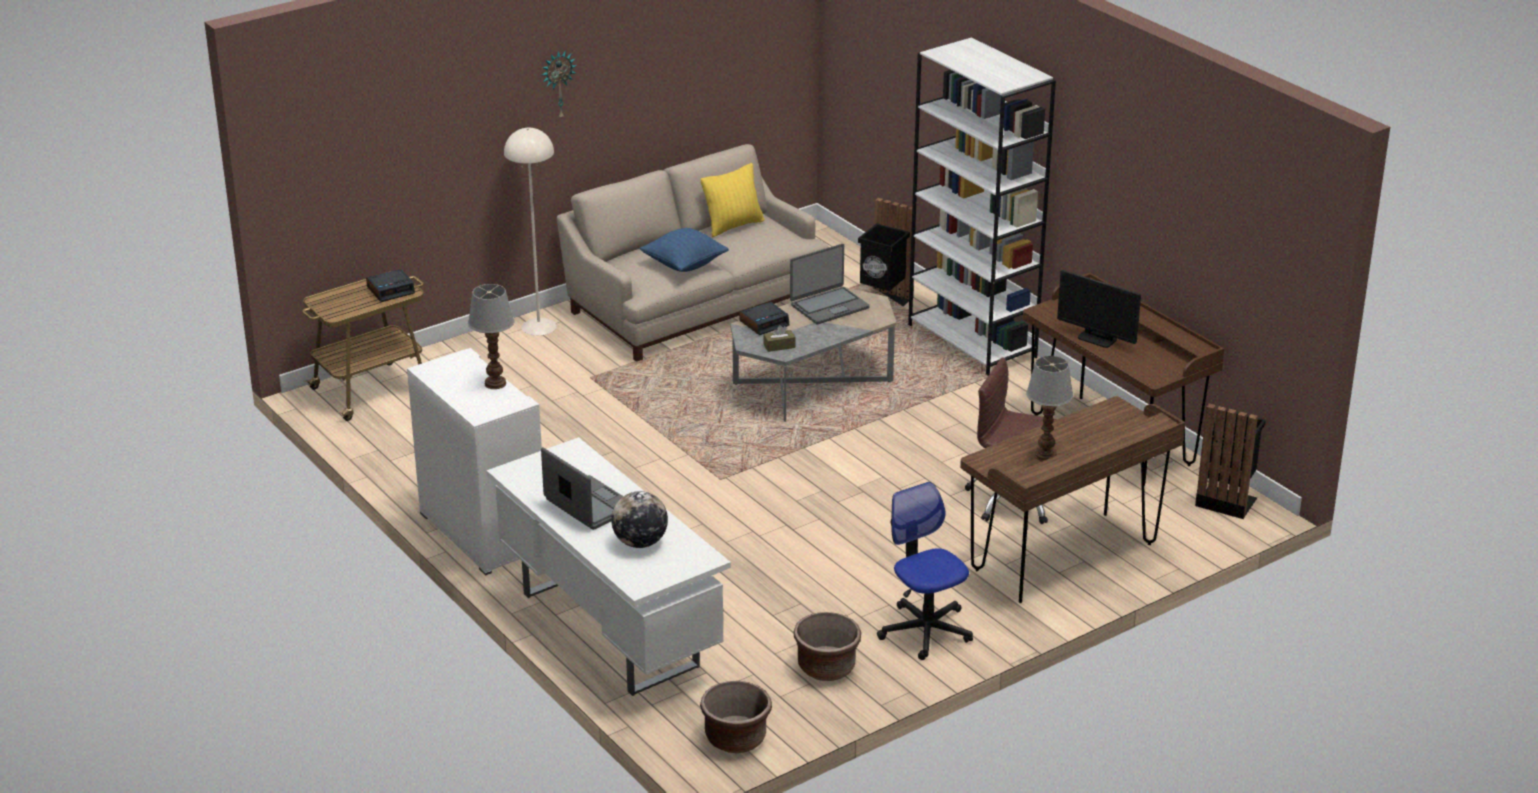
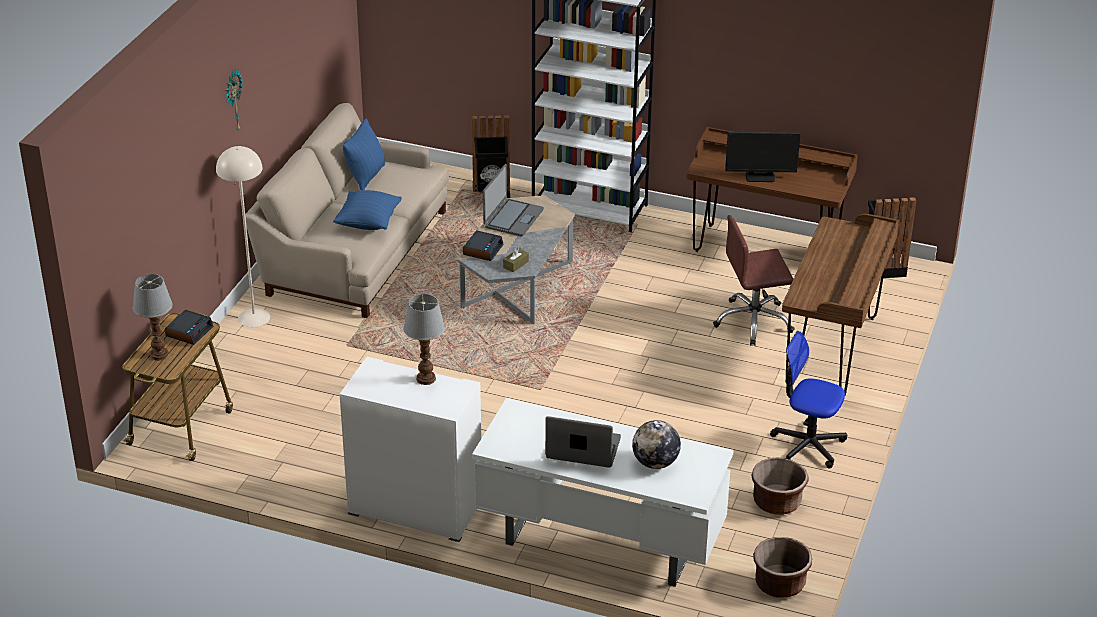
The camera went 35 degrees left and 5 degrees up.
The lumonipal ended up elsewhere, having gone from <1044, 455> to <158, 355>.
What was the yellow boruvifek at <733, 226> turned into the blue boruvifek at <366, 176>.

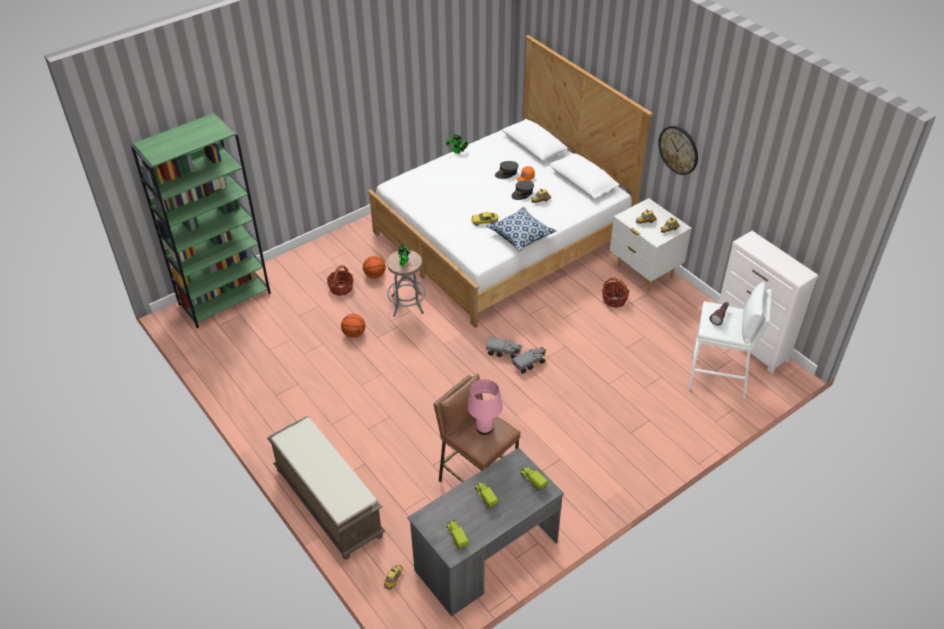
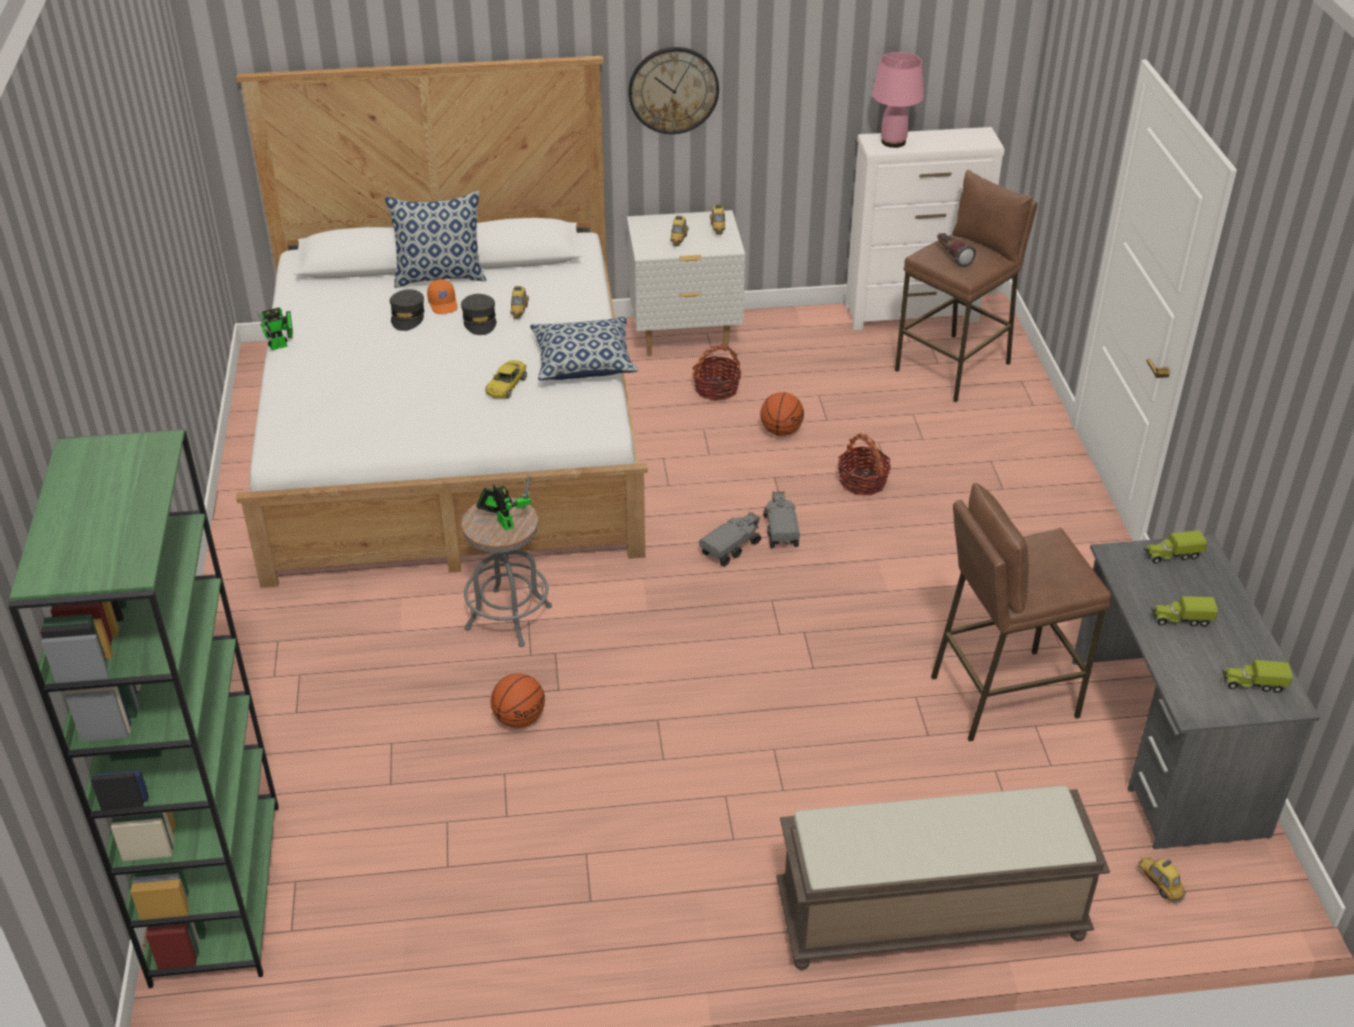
The camera went 60 degrees left and 5 degrees down.
The second view gained the boruvifek at <440, 276>.
The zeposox ended up elsewhere, having gone from <375, 275> to <781, 431>.
The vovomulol ended up elsewhere, having gone from <341, 288> to <862, 482>.
The pink lumonipal ended up elsewhere, having gone from <485, 428> to <894, 142>.
What was the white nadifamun at <718, 378> turned into the brown nadifamun at <954, 367>.

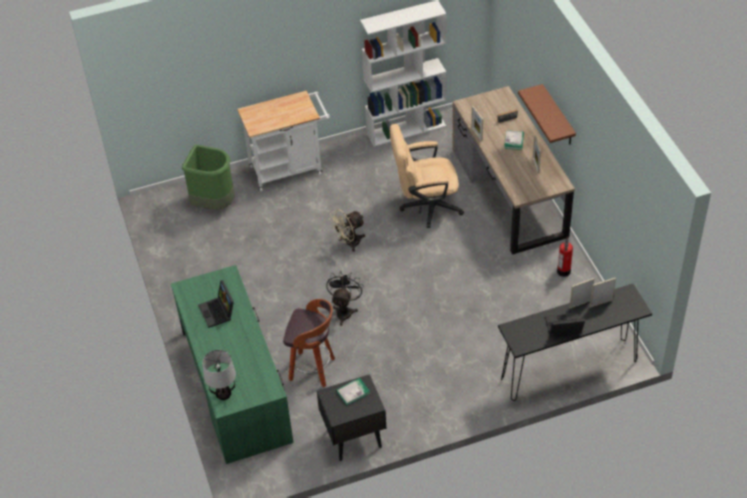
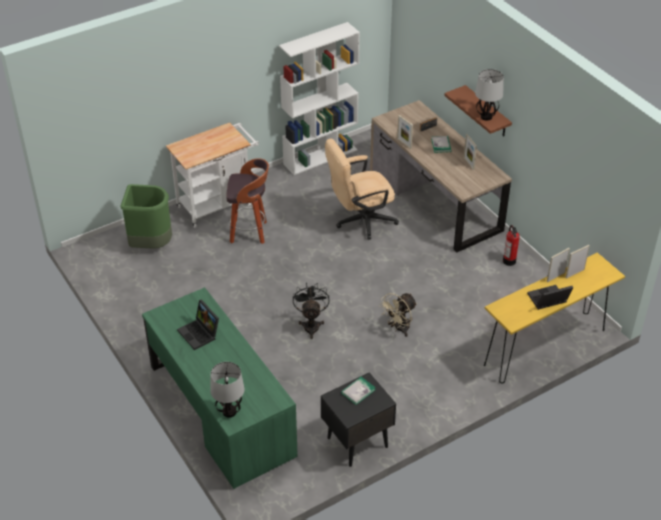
The camera went 15 degrees left and 5 degrees down.
The nadifamun ended up elsewhere, having gone from <313, 369> to <249, 232>.
The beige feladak ended up elsewhere, having gone from <349, 243> to <398, 328>.
The second view gained the lumonipal at <486, 117>.
What was the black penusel at <569, 370> turned into the yellow penusel at <545, 347>.

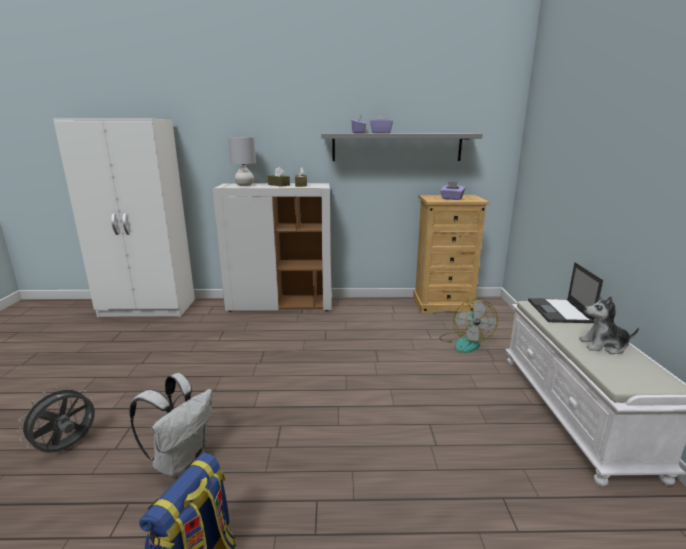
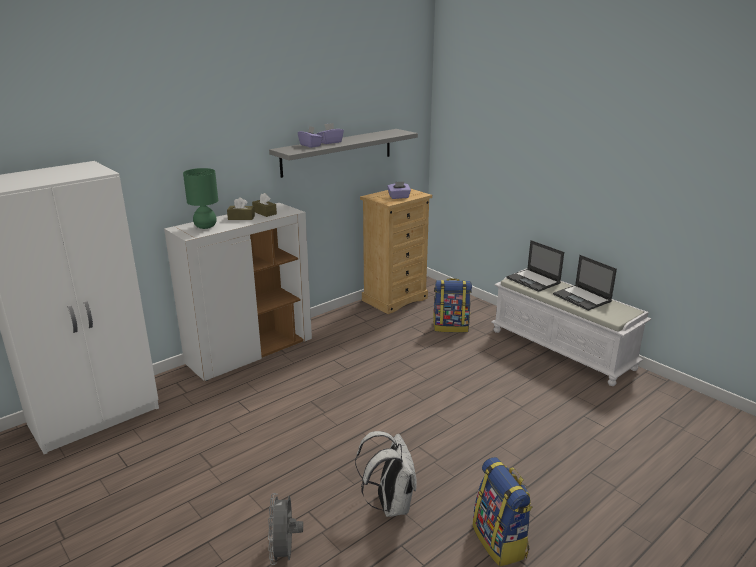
The camera went 40 degrees left and 5 degrees up.
What was the grey lumonipal at <245, 185> turned into the green lumonipal at <206, 227>.
Where the feladak stood at <465, 342>, the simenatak came to stand at <451, 327>.
Where the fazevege stood at <604, 346>, the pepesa came to stand at <582, 298>.

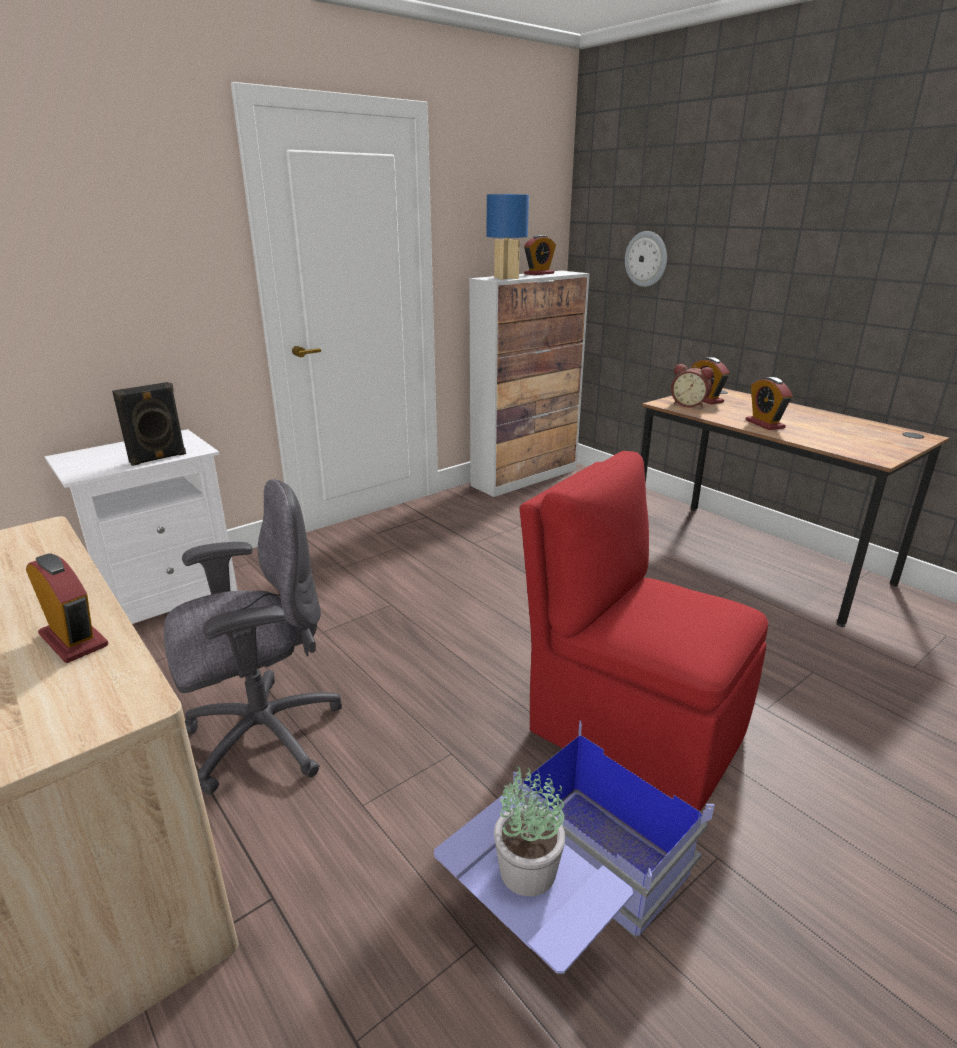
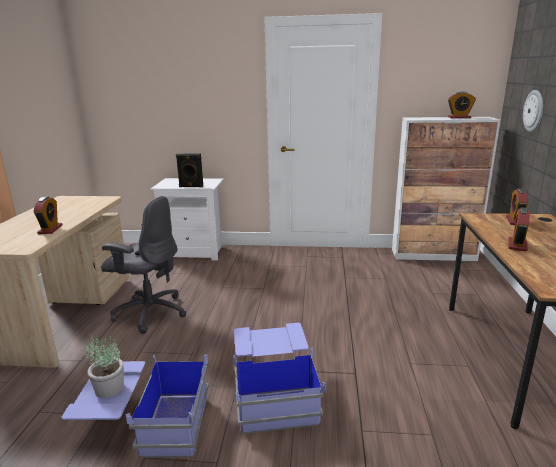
The camera went 45 degrees right and 5 degrees down.
Where the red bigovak stood at <632, 729>, the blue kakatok came to stand at <274, 392>.
The second view lost the blue lumonipal at <506, 278>.
The second view lost the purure at <689, 405>.

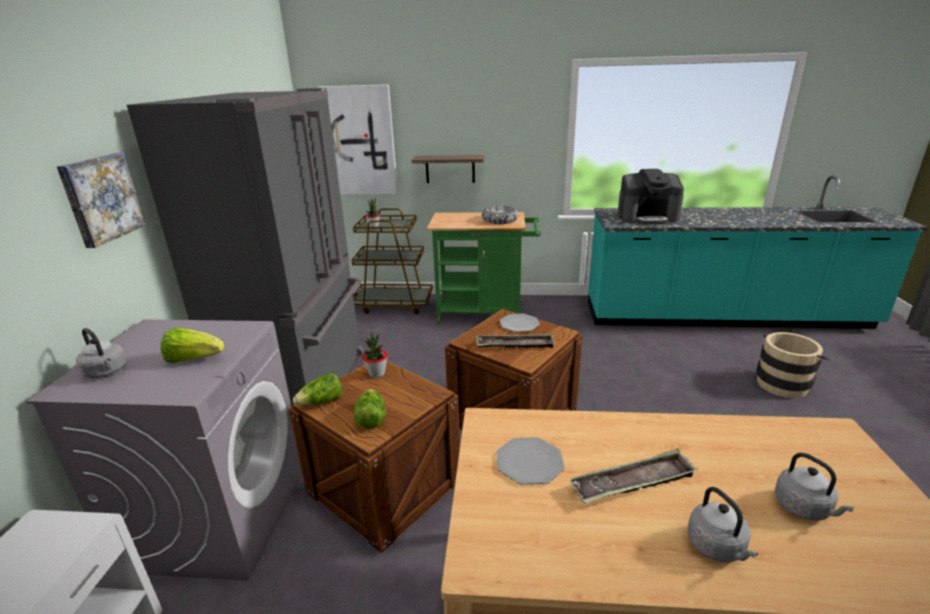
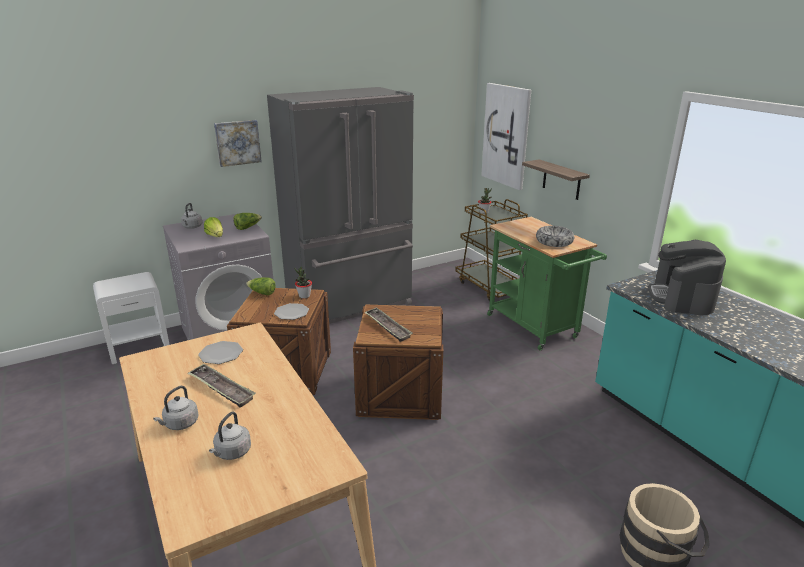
The camera went 55 degrees right and 0 degrees up.
The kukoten ended up elsewhere, having gone from <370, 419> to <247, 227>.
The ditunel ended up elsewhere, having gone from <519, 324> to <291, 312>.
The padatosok at <647, 217> ended up facing another way, 45 degrees clockwise from before.

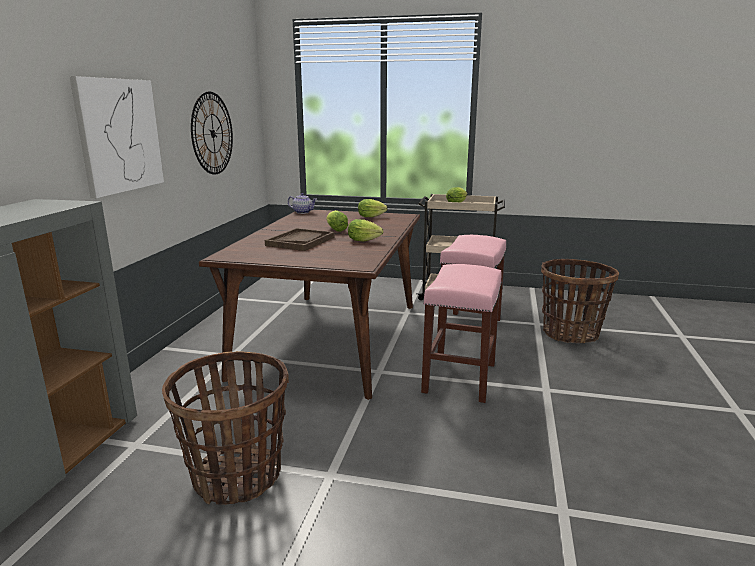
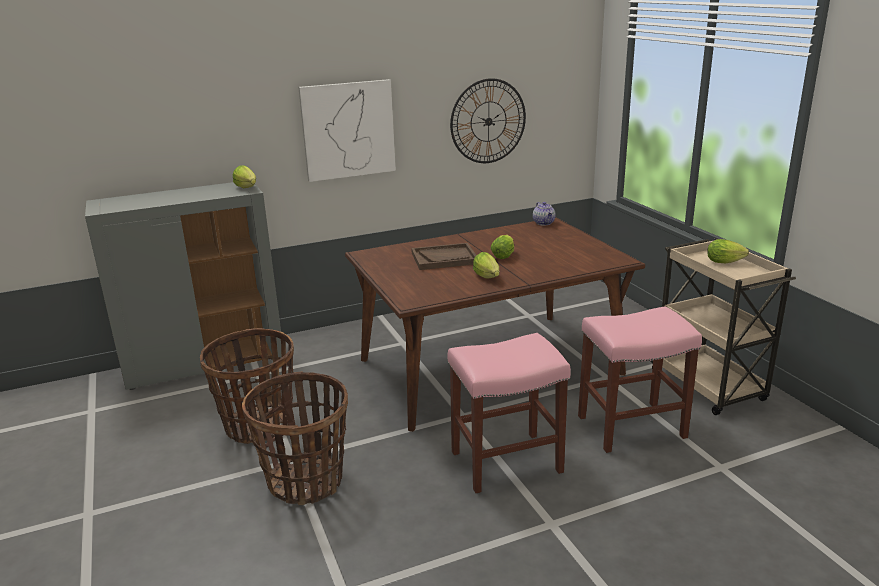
The camera went 55 degrees right and 5 degrees up.
The kukoten ended up elsewhere, having gone from <372, 217> to <247, 188>.
The vovomulol ended up elsewhere, having gone from <570, 334> to <306, 481>.

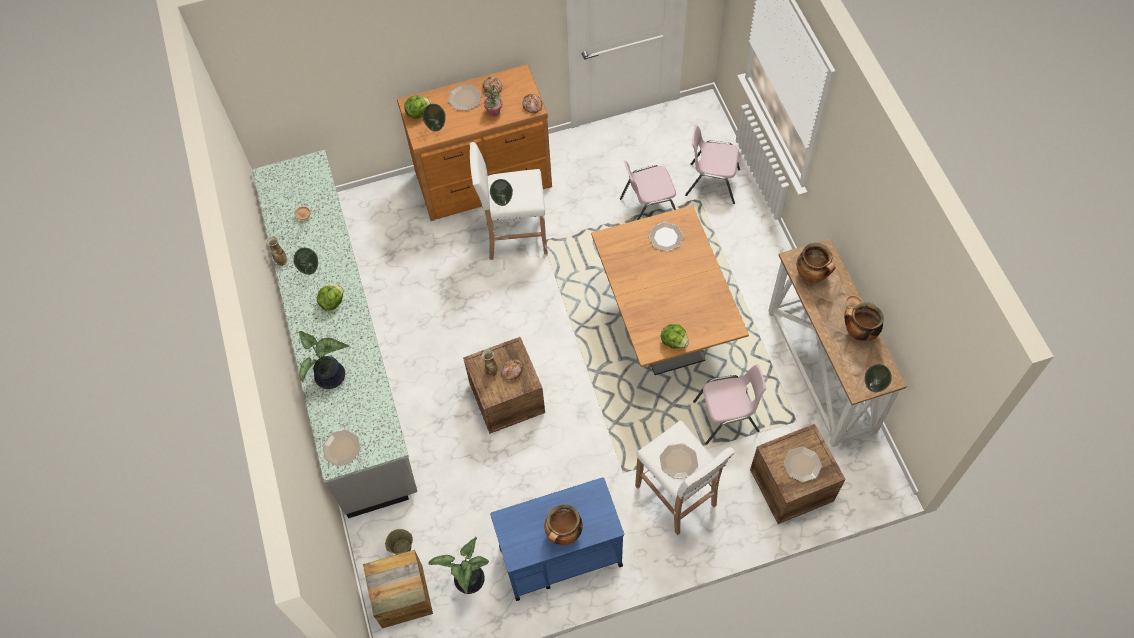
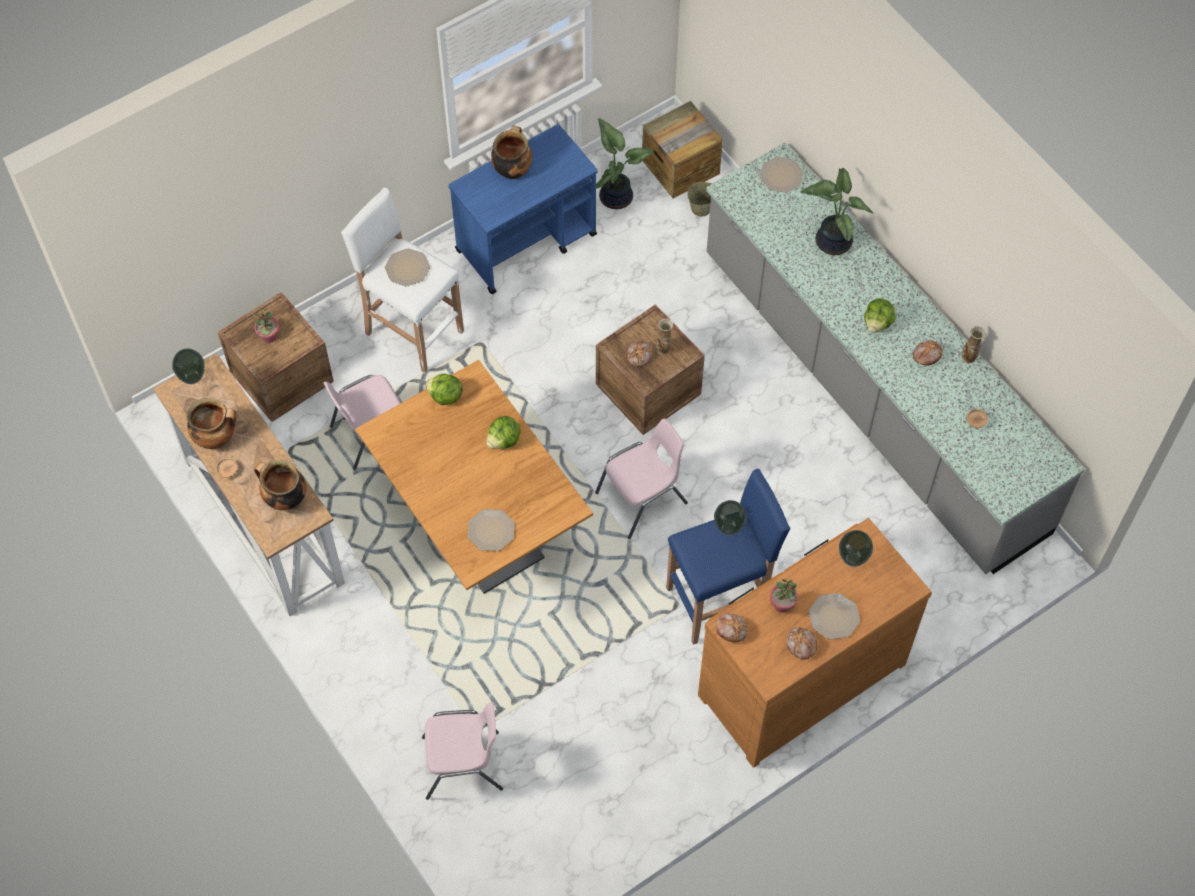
The camera went 160 degrees right and 0 degrees up.
Where the ditunel stood at <802, 464>, the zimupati came to stand at <269, 337>.
The kukoten ended up elsewhere, having gone from <418, 113> to <504, 440>.
The pink bigovak ended up elsewhere, having gone from <648, 208> to <643, 498>.
What was the white nadifamun at <515, 238> turned into the blue nadifamun at <720, 600>.
Where the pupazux stood at <310, 270>, the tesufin came to stand at <926, 355>.

